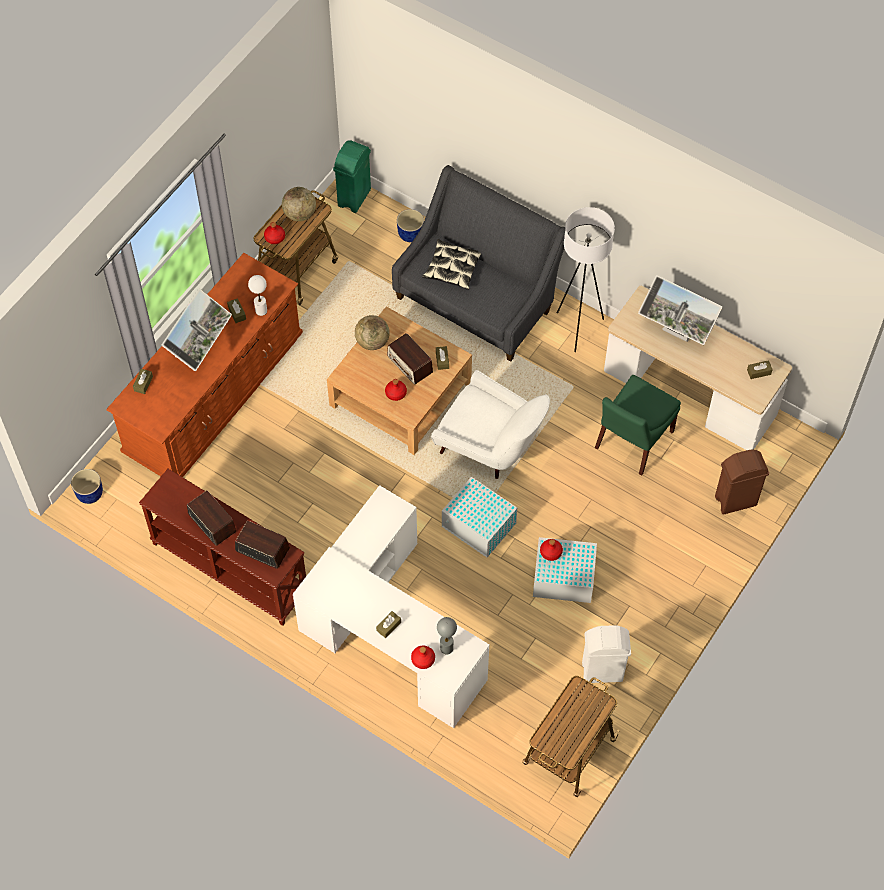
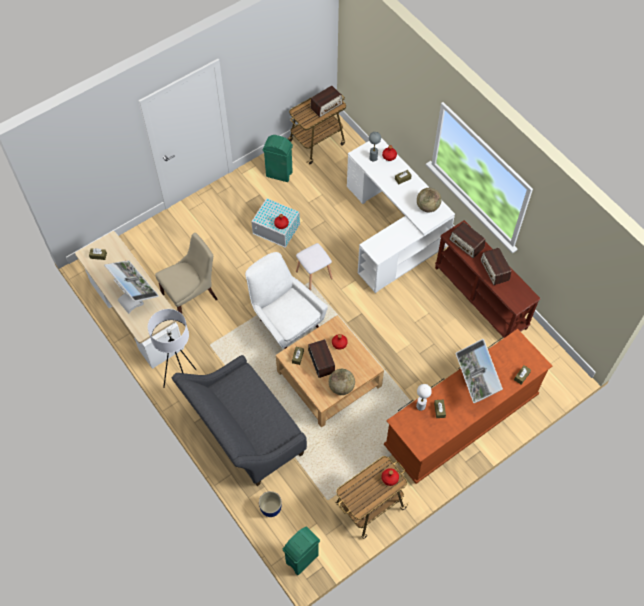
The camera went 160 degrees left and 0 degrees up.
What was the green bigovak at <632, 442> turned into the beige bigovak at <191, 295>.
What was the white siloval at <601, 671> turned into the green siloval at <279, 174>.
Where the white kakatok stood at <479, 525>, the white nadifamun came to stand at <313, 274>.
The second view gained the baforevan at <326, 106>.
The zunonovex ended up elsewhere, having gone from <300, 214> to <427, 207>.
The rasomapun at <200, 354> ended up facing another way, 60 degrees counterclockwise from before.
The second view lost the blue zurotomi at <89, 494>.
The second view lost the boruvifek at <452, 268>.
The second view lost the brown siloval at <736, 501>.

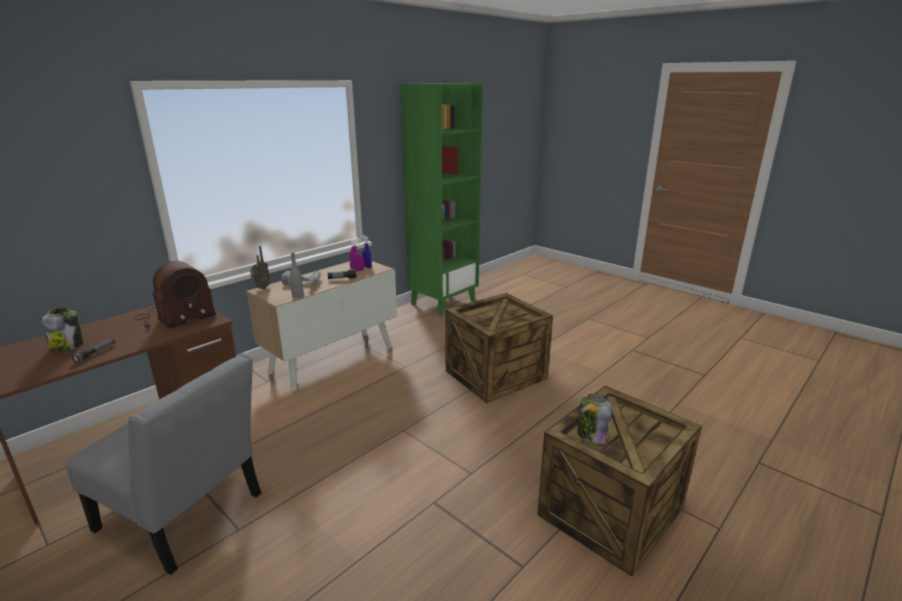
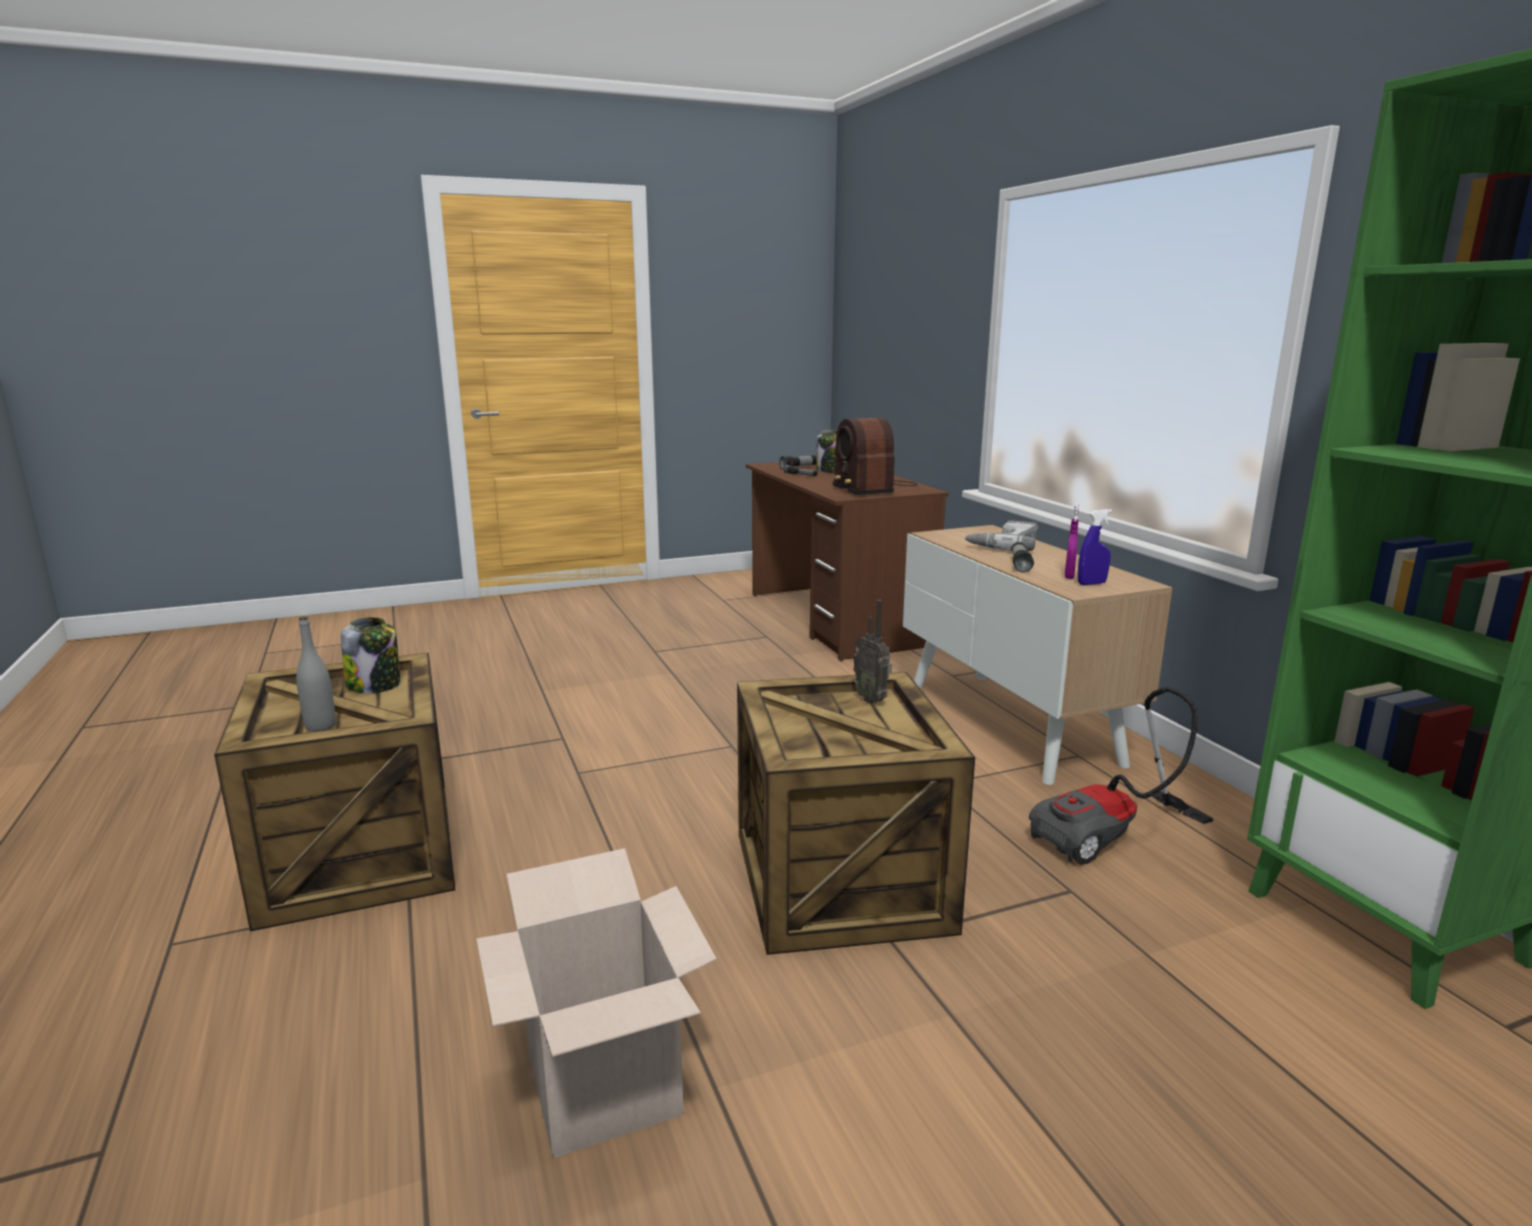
The camera went 115 degrees right and 5 degrees down.
The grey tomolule ended up elsewhere, having gone from <297, 296> to <320, 726>.
The second view gained the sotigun at <603, 1085>.
The second view gained the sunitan at <798, 467>.
The baforevan ended up elsewhere, having gone from <261, 288> to <872, 699>.
The second view gained the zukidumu at <1112, 838>.
The second view lost the grey bigovak at <186, 516>.

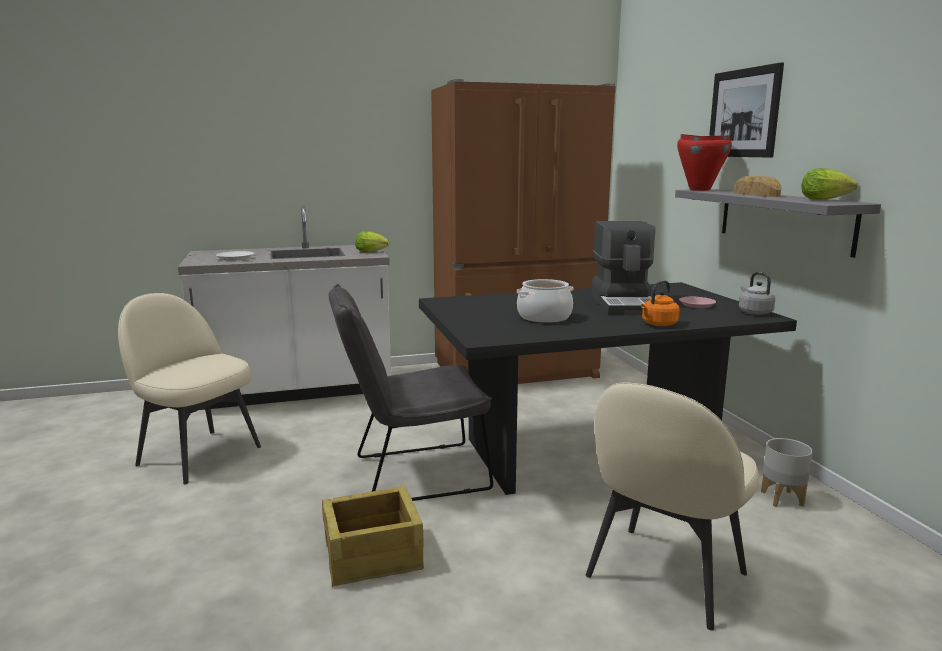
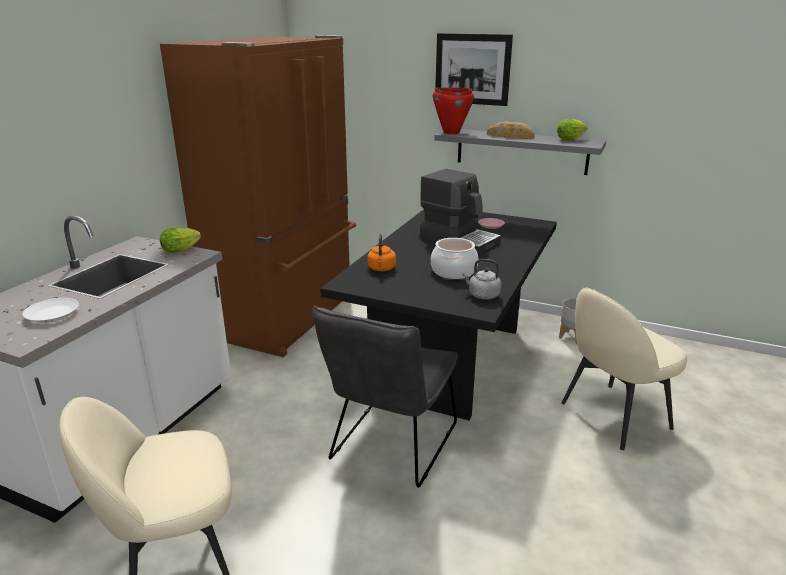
The camera went 50 degrees left and 10 degrees up.
The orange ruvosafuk ended up elsewhere, having gone from <658, 324> to <381, 269>.
The grey ruvosafuk ended up elsewhere, having gone from <754, 312> to <482, 295>.
The beige bigovak at <663, 577> ended up facing another way, 75 degrees clockwise from before.
The second view lost the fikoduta at <373, 556>.

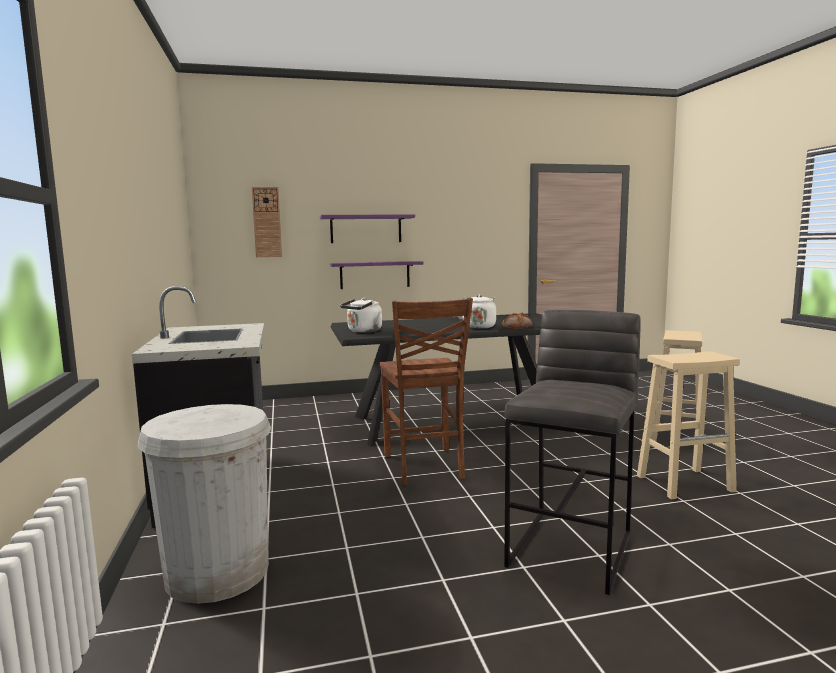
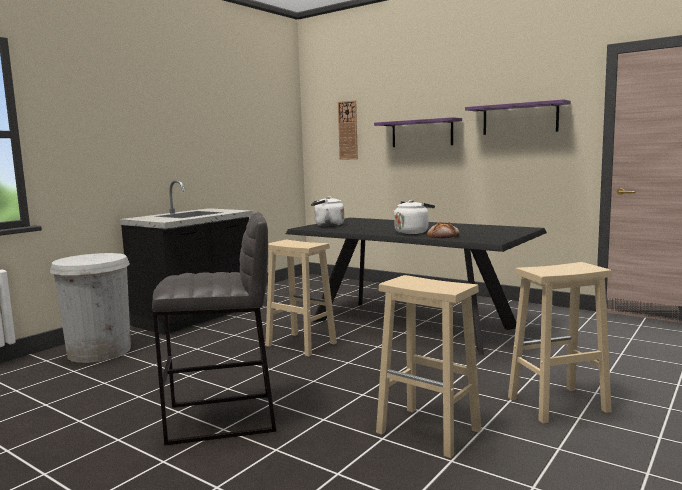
The camera went 50 degrees right and 0 degrees up.
Where the brown bigovak stood at <424, 467>, the beige nadifamun came to stand at <300, 344>.
The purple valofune ended up elsewhere, having gone from <375, 274> to <520, 119>.

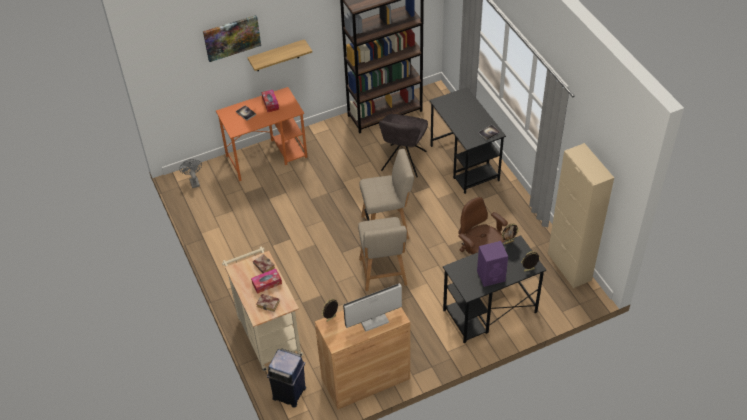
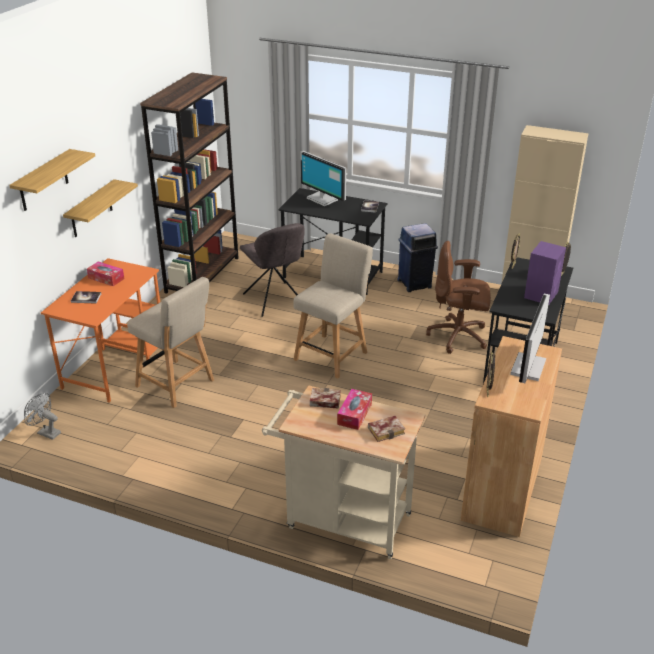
The camera went 45 degrees left and 15 degrees down.
Where the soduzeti hung at <232, 37>, the valofune came to hang at <43, 181>.
The beige bigovak ended up elsewhere, having gone from <383, 274> to <177, 385>.
The second view gained the rasomapun at <323, 199>.
The blue siloval ended up elsewhere, having gone from <290, 393> to <415, 283>.

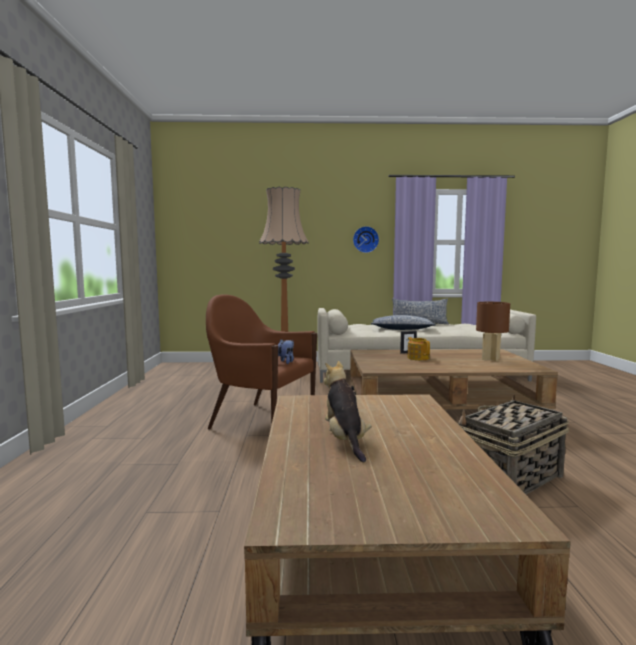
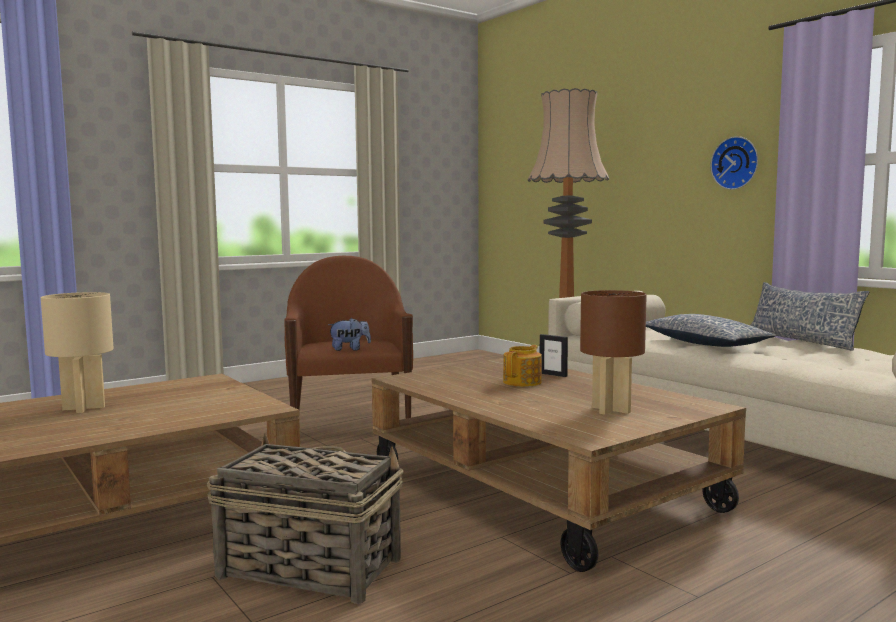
The camera went 55 degrees right and 0 degrees up.
Where the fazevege stood at <345, 440>, the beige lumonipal came to stand at <83, 408>.

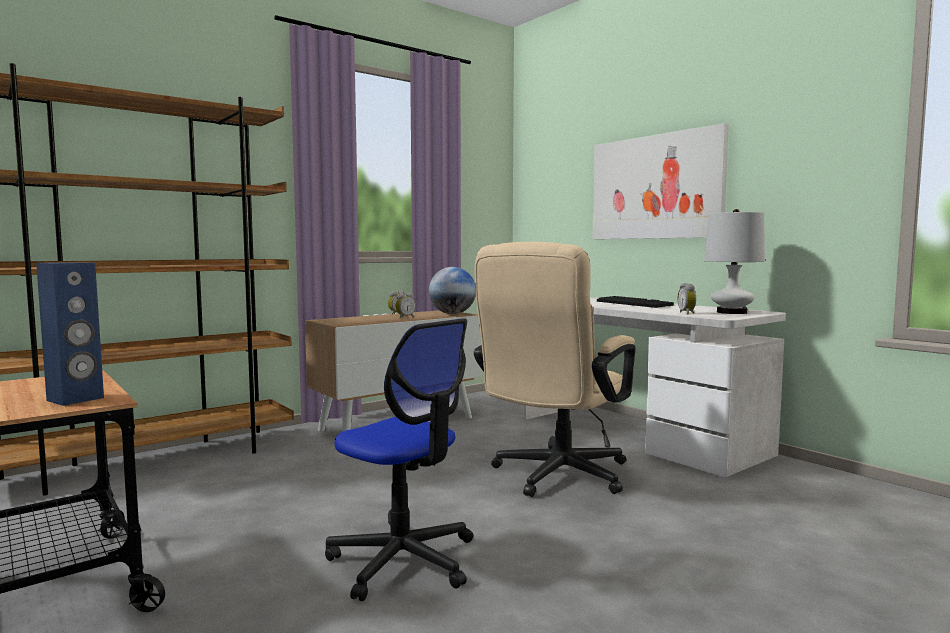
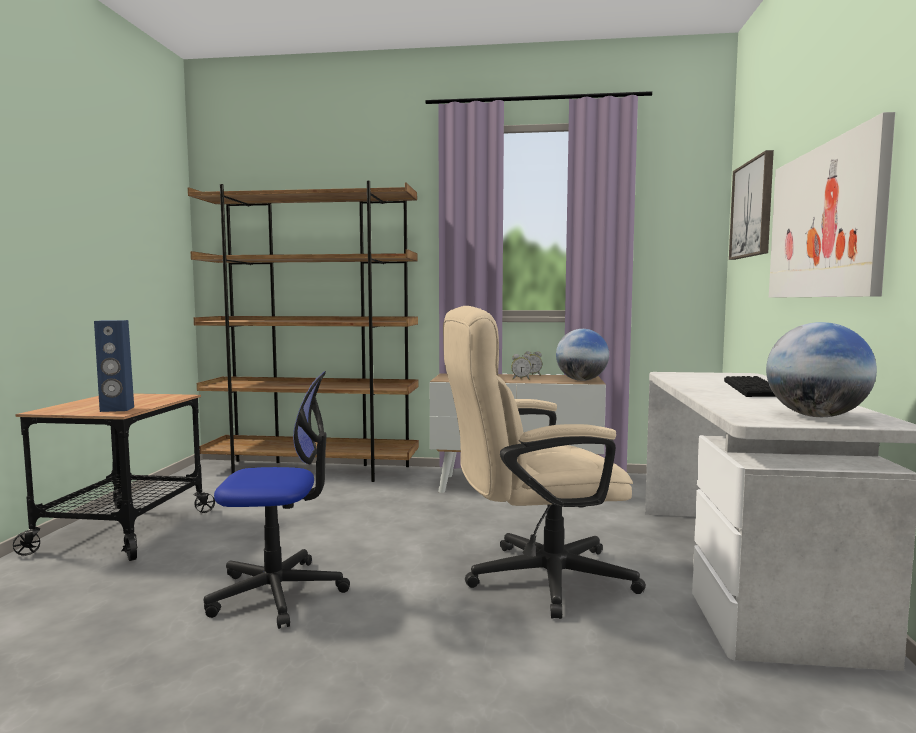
The camera went 45 degrees right and 0 degrees up.
The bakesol at <403, 561> ended up facing another way, 90 degrees counterclockwise from before.
The second view gained the soduzeti at <752, 209>.
Where the white lumonipal stood at <731, 312>, the zunonovex came to stand at <816, 416>.
The second view lost the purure at <687, 313>.

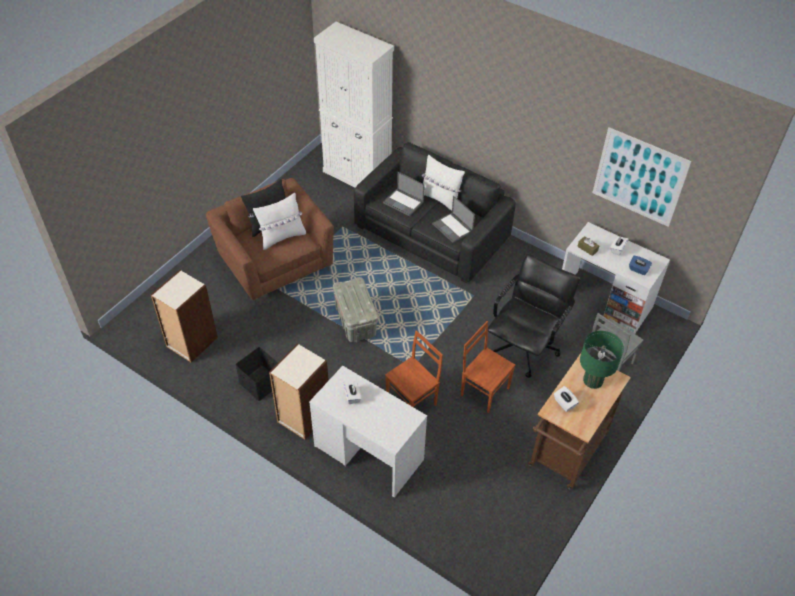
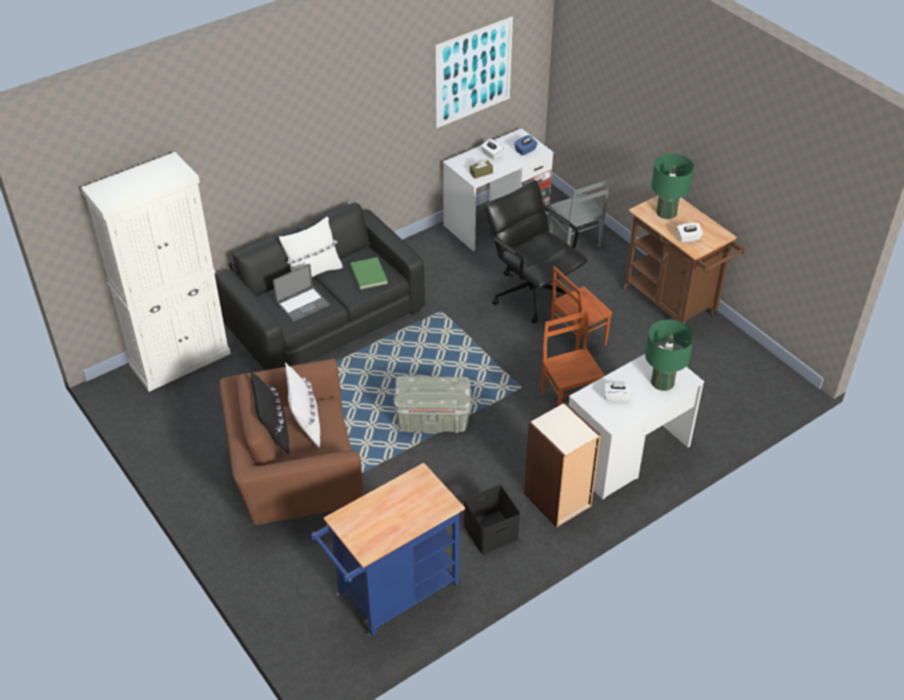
The camera went 70 degrees left and 5 degrees down.
Where the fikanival stood at <191, 342>, the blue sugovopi came to stand at <392, 595>.
Where the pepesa stood at <453, 228>, the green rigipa came to stand at <369, 274>.
The second view gained the green lumonipal at <662, 382>.

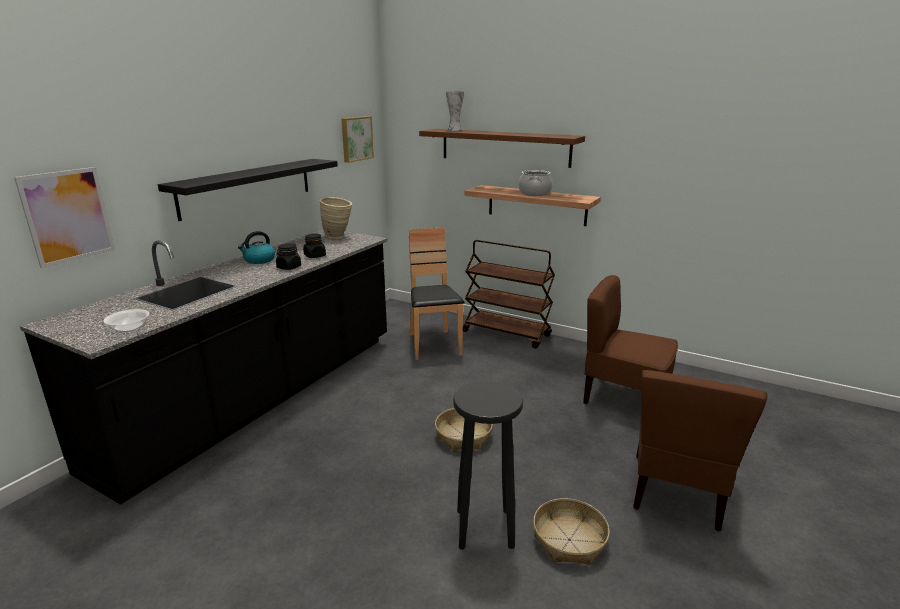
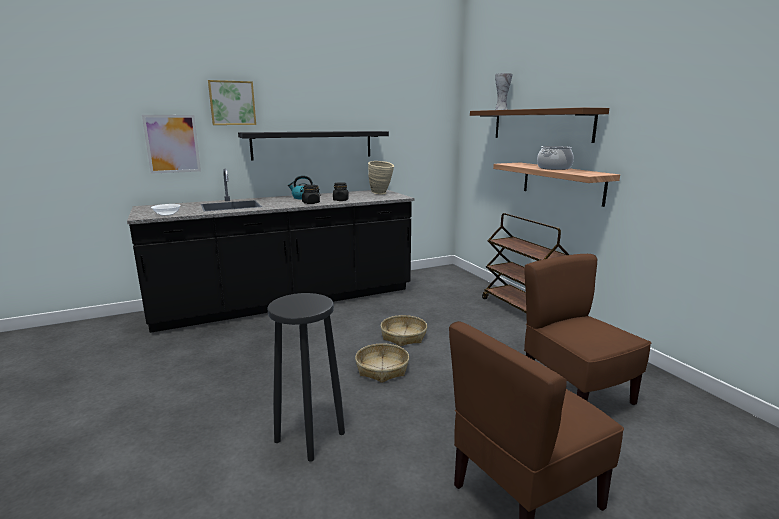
The camera went 35 degrees right and 5 degrees down.
The soduzeti ended up elsewhere, having gone from <356, 138> to <232, 103>.
The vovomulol ended up elsewhere, having gone from <569, 540> to <403, 336>.
The second view lost the brown bigovak at <433, 345>.

